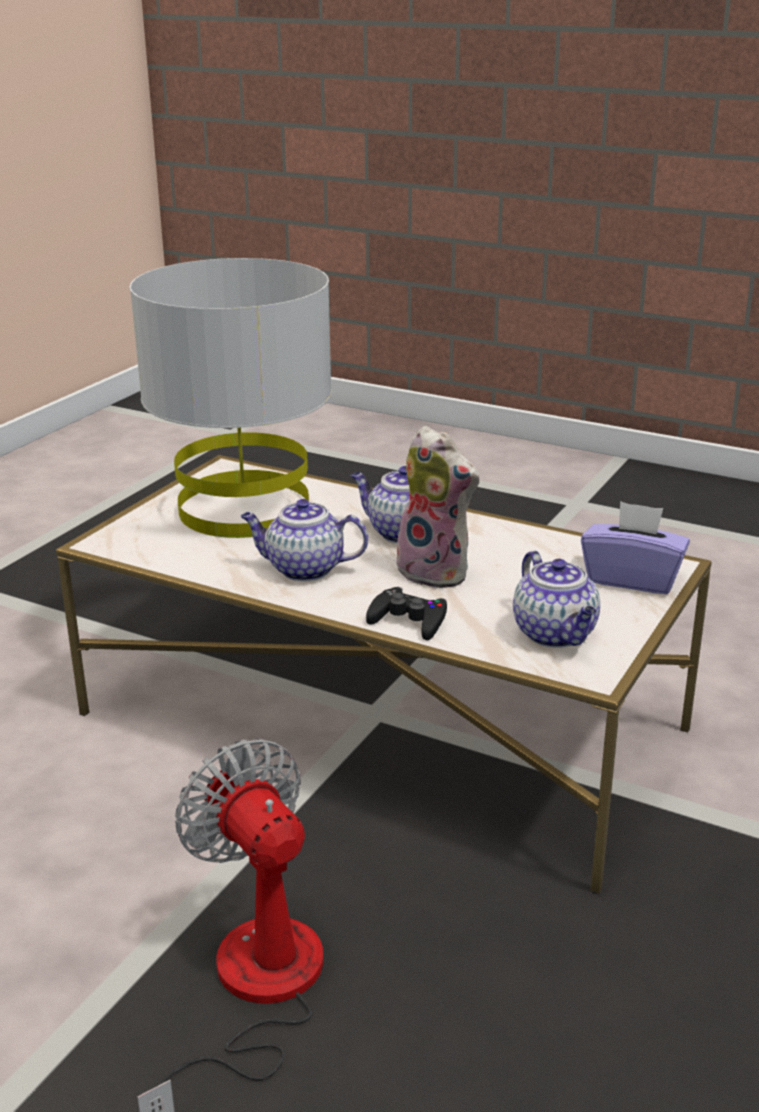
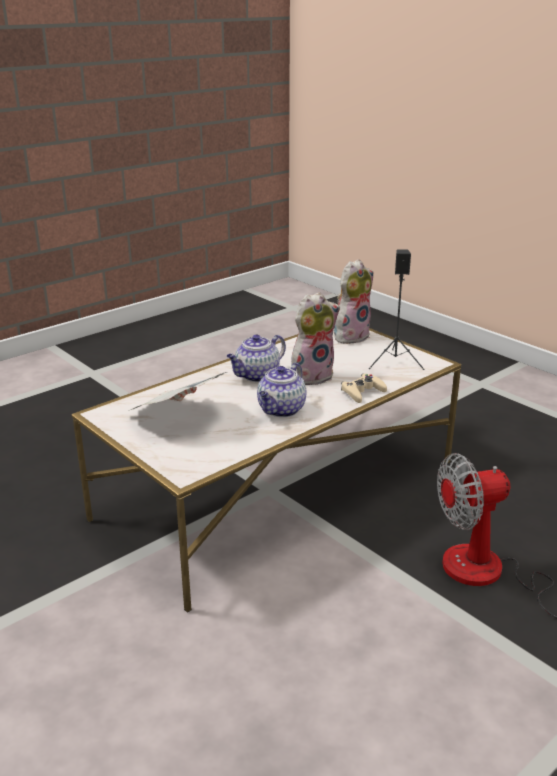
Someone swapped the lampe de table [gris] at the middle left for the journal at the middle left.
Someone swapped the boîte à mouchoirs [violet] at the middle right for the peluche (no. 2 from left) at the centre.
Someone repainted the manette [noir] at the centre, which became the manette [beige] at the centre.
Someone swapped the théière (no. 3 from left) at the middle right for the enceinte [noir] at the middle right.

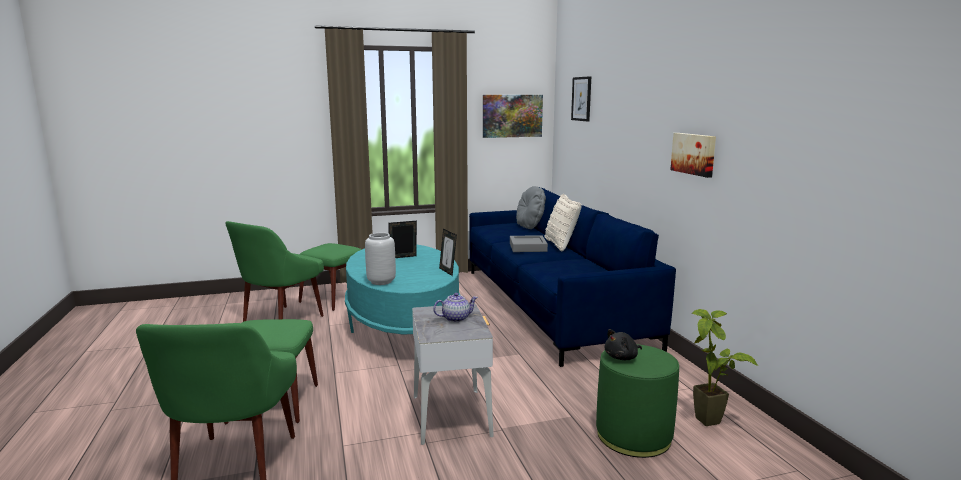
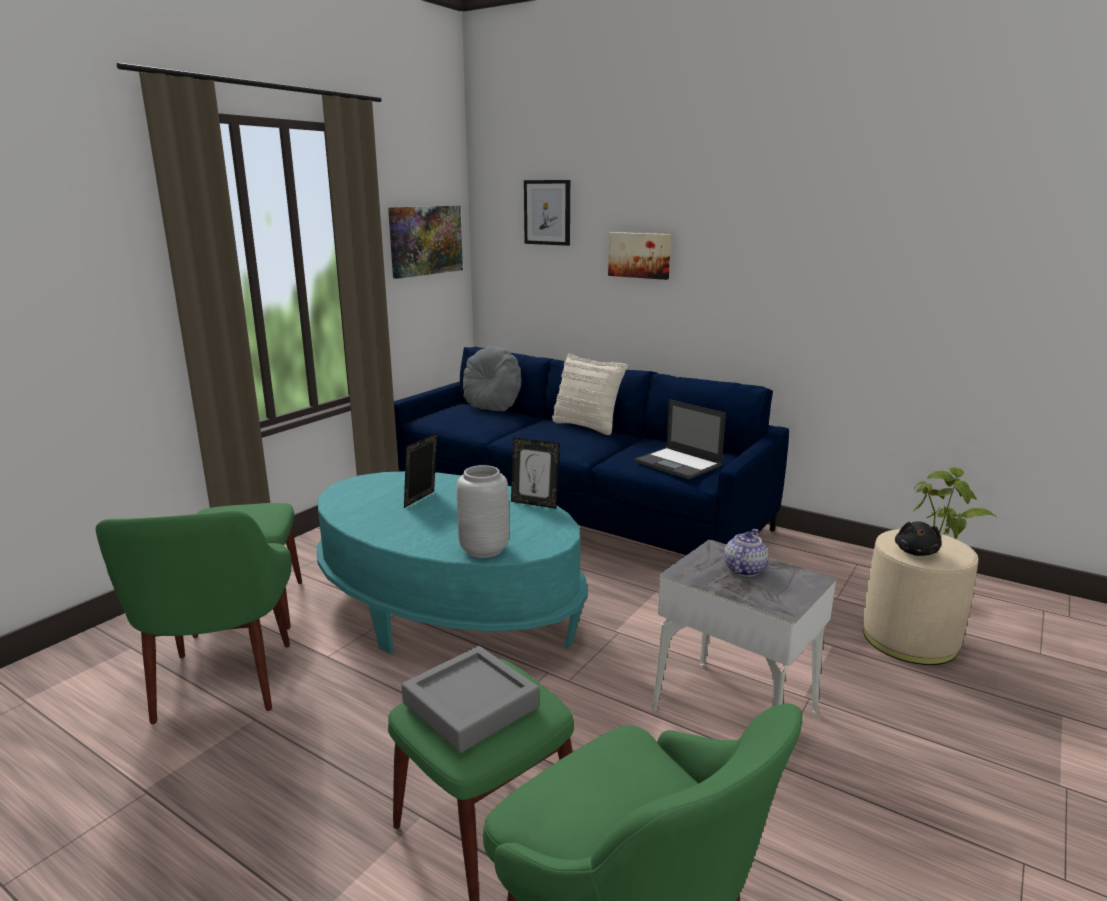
Someone carried the plateau [gris] from the centre to the bottom centre.
Someone carried the tableau (no. 3 from left) from the top right to the top centre.
Someone put down the ordinateur portable at the centre.
Someone repainted the pouf [vert] at the bottom centre, which became the pouf [beige] at the middle right.

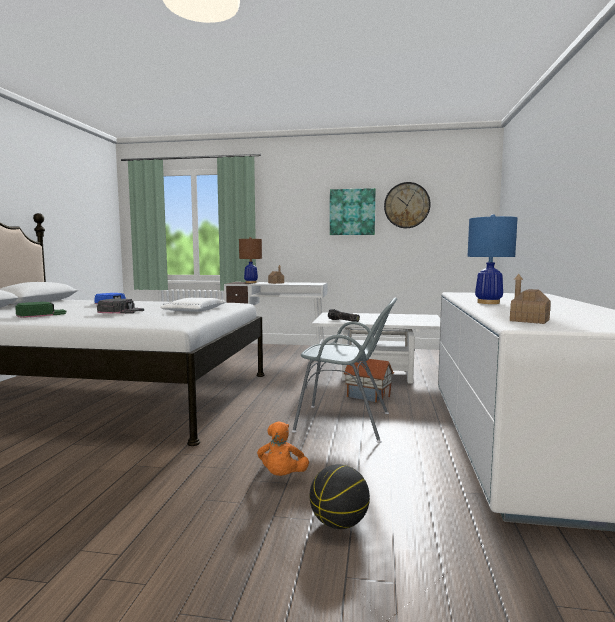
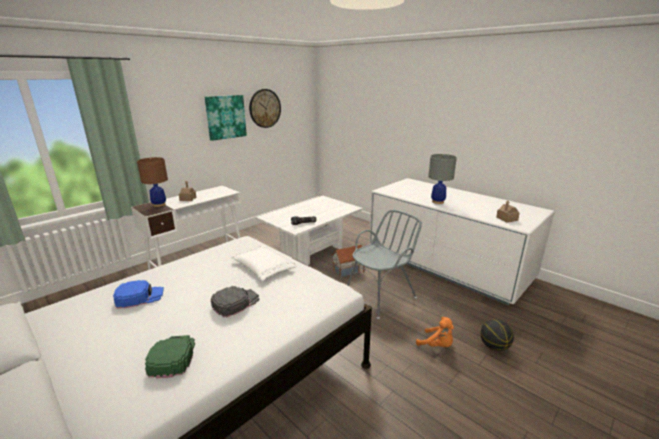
Someone repainted the lampe de table [bleu] at the middle right, which became the lampe de table [gris] at the middle right.

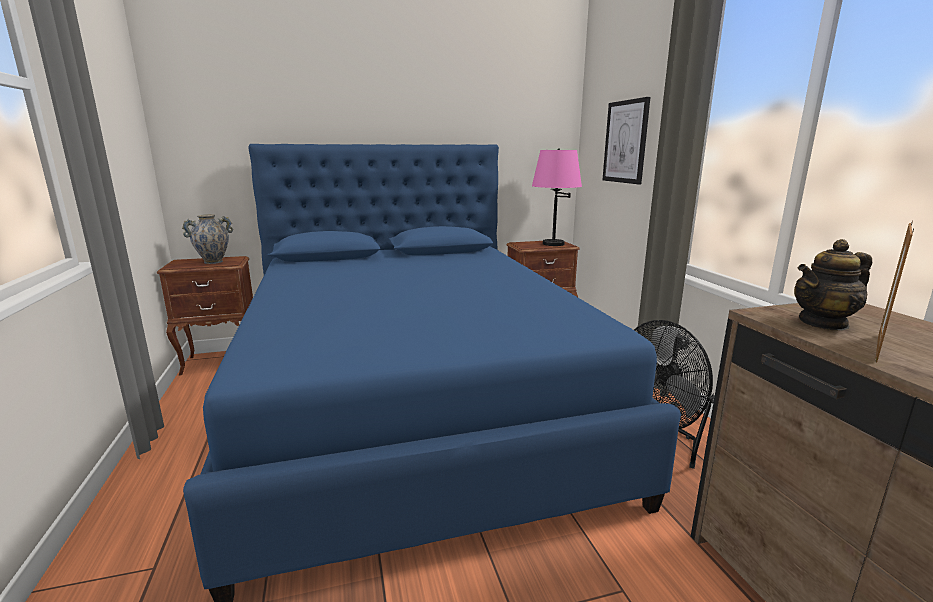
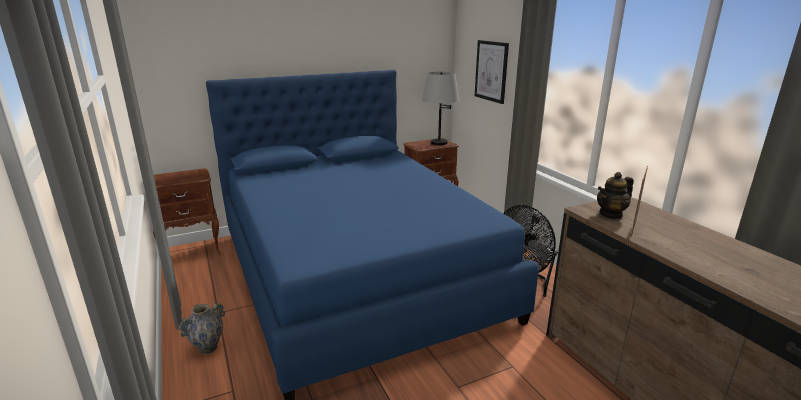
Someone carried the vase from the middle left to the bottom left.
Someone repainted the lampe de table [rose] at the top centre, which became the lampe de table [gris] at the top centre.

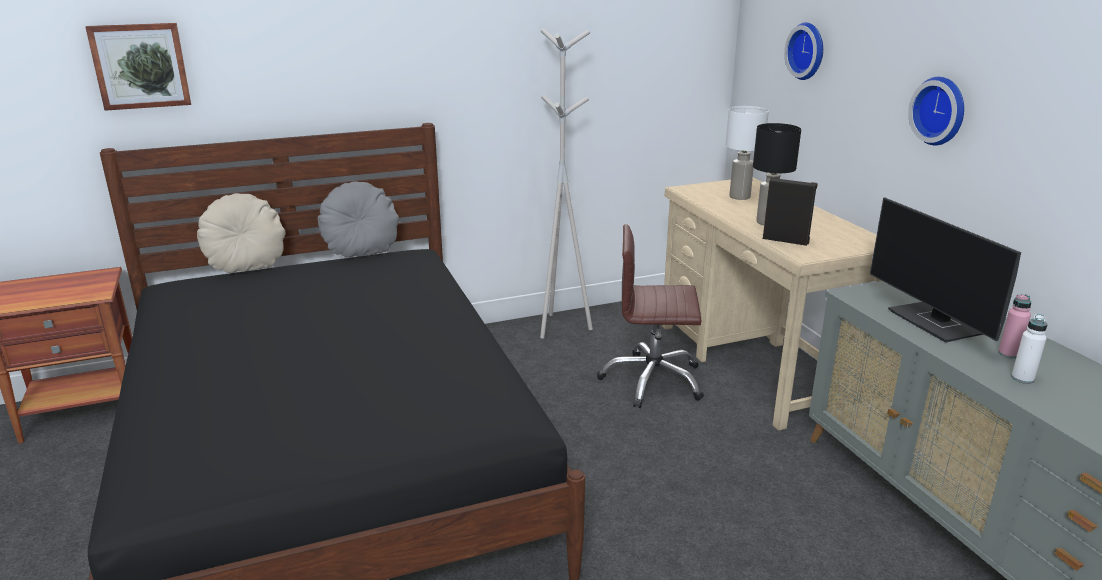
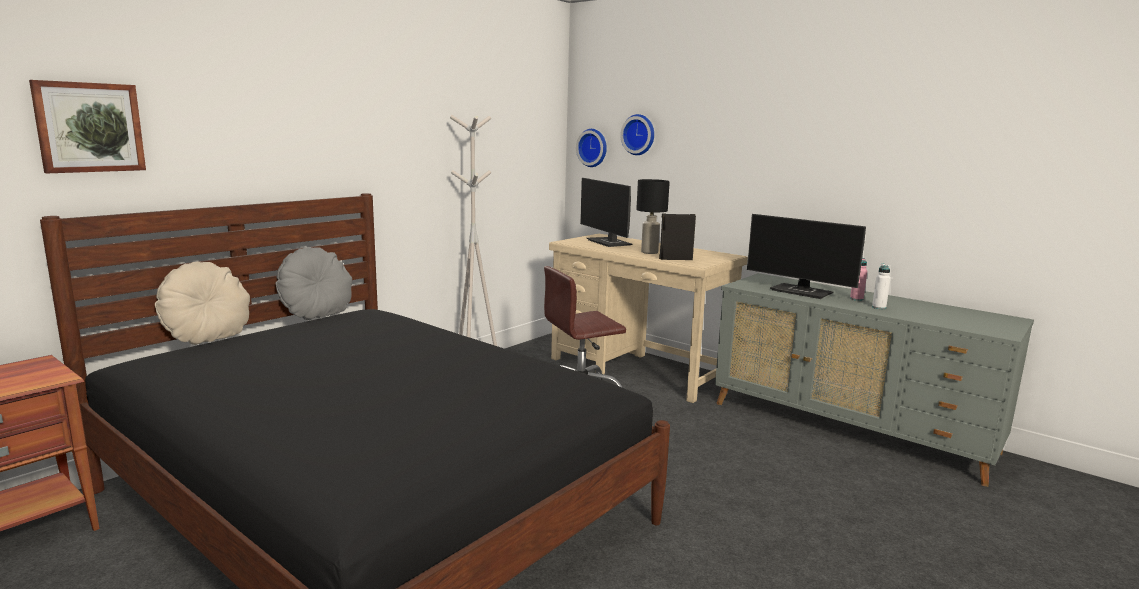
Someone carried the horloge murale (no. 2 from left in the first image) from the top right to the top centre.
Someone swapped the lampe de table [blanc] at the top right for the écran d'ordinateur (no. 1 from left) at the centre.

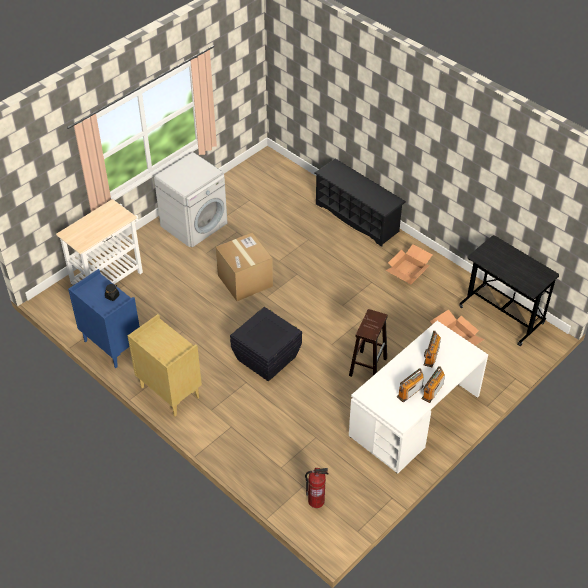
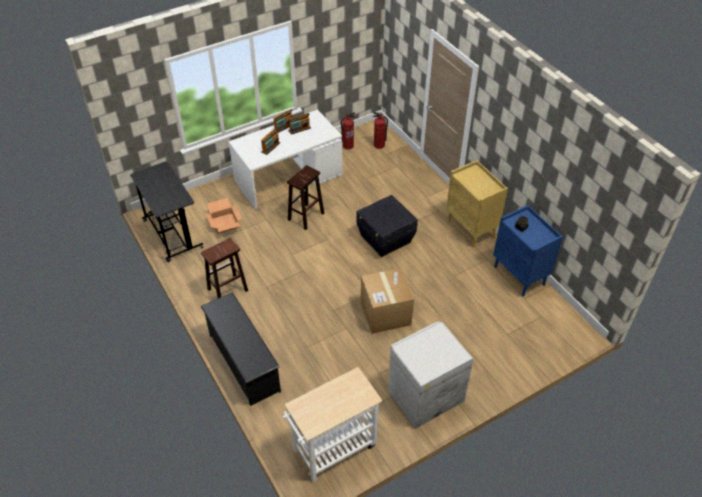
Someone swapped the carton (no. 2 from left) at the middle right for the tabouret [marron] (no. 1 from left) at the middle left.
Someone carried the chariot [blanc] from the middle left to the bottom centre.
Someone put down the extincteur (no. 1 from left) at the top centre.

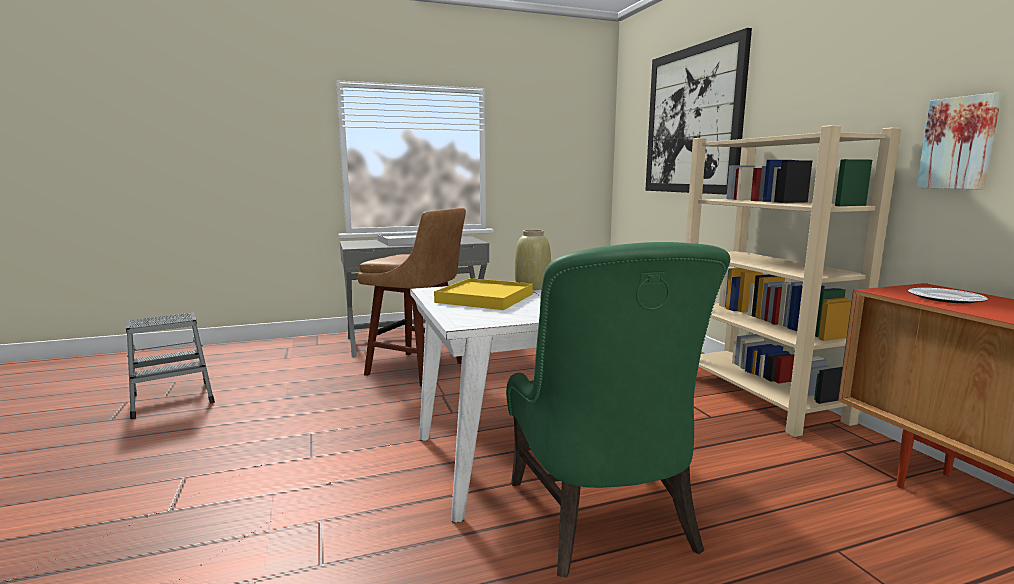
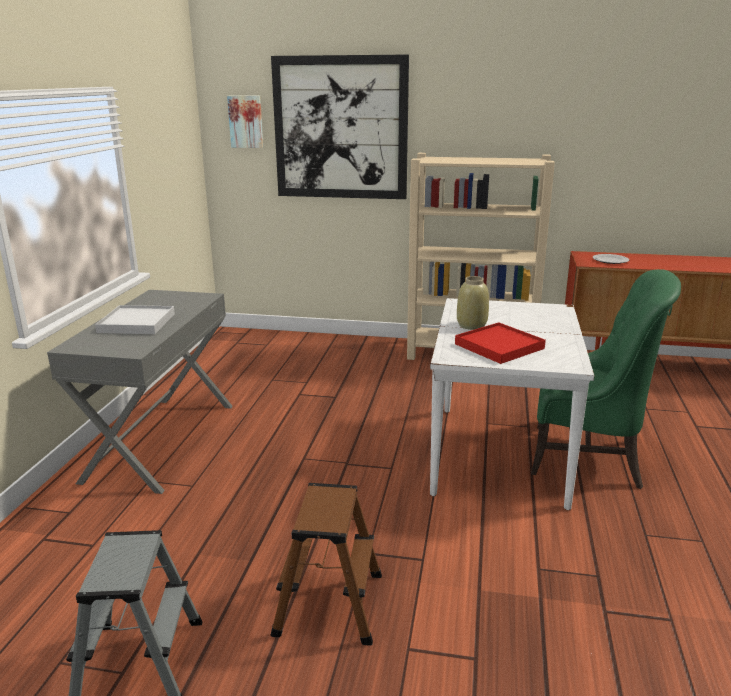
Someone carried the tableau (no. 2 from left in the first image) from the top right to the top centre.
Someone put down the escabeau [marron] at the bottom centre.
Someone repainted the plateau [jaune] at the centre, which became the plateau [rouge] at the middle right.
Someone took away the tabouret [marron] at the centre.

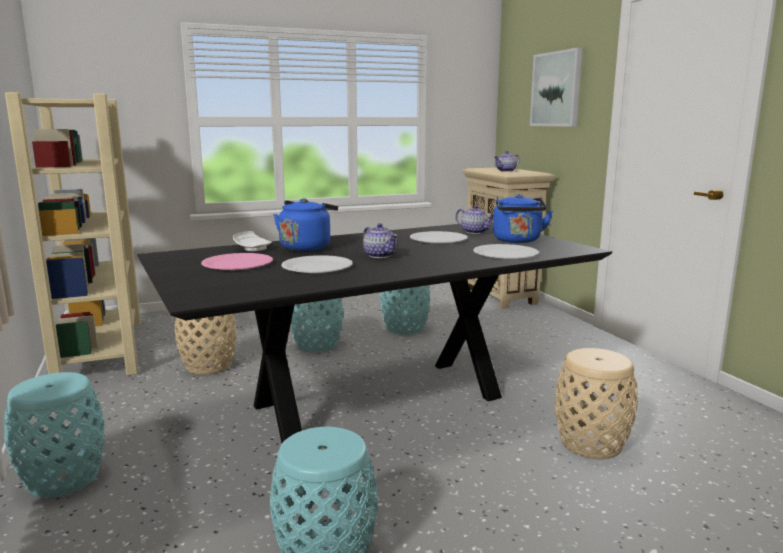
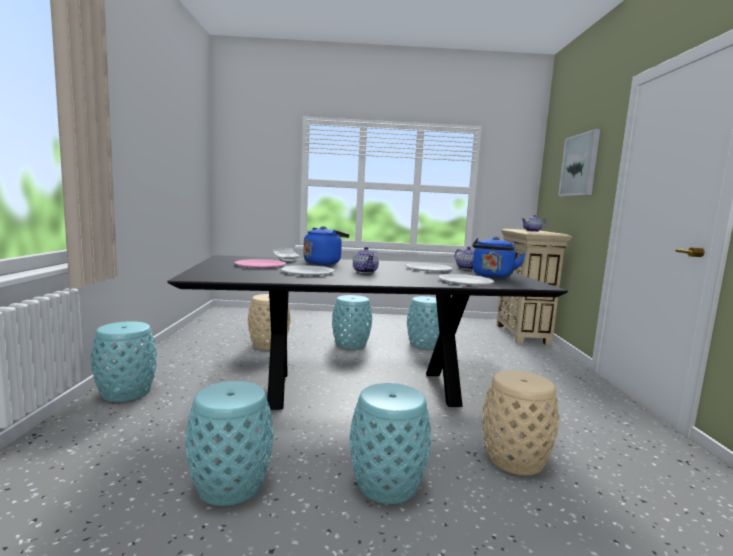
Someone put down the tabouret [turquoise] (no. 4 from left) at the bottom centre.
Someone took away the bibliothèque [beige] at the middle left.

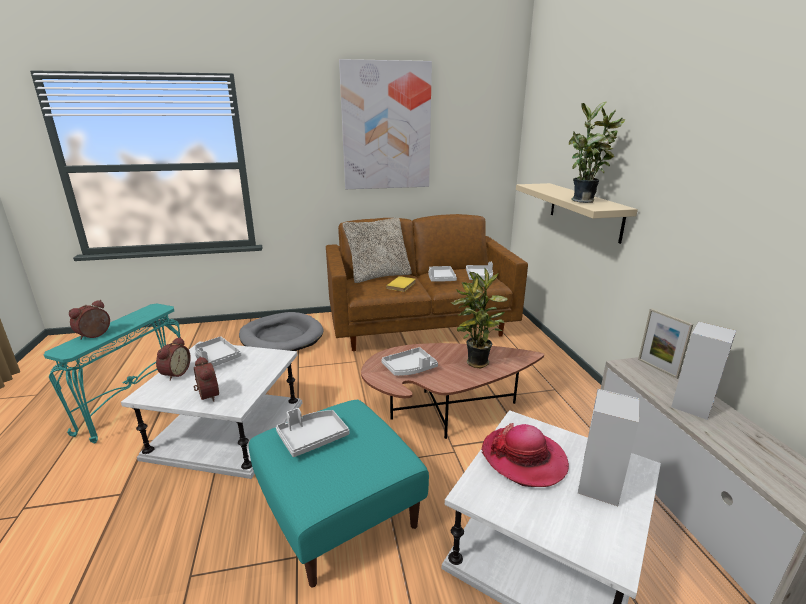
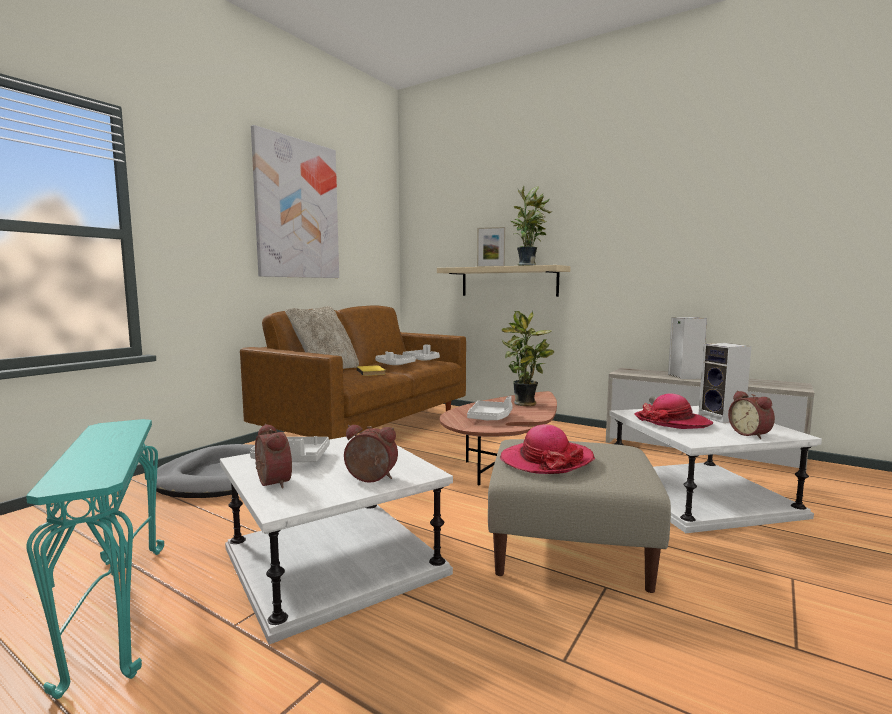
Someone carried the cadre photo from the middle right to the centre.
Someone repainted the pouf [turquoise] at the bottom centre, which became the pouf [beige] at the bottom centre.
Someone swapped the plateau [blanc] (no. 2 from left) at the bottom centre for the chapeau (no. 1 from left) at the centre.
Someone carried the réveil (no. 1 from left in the first image) from the middle left to the middle right.

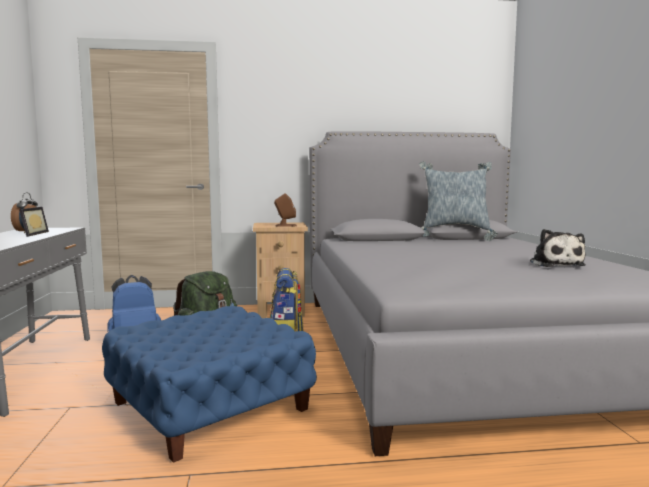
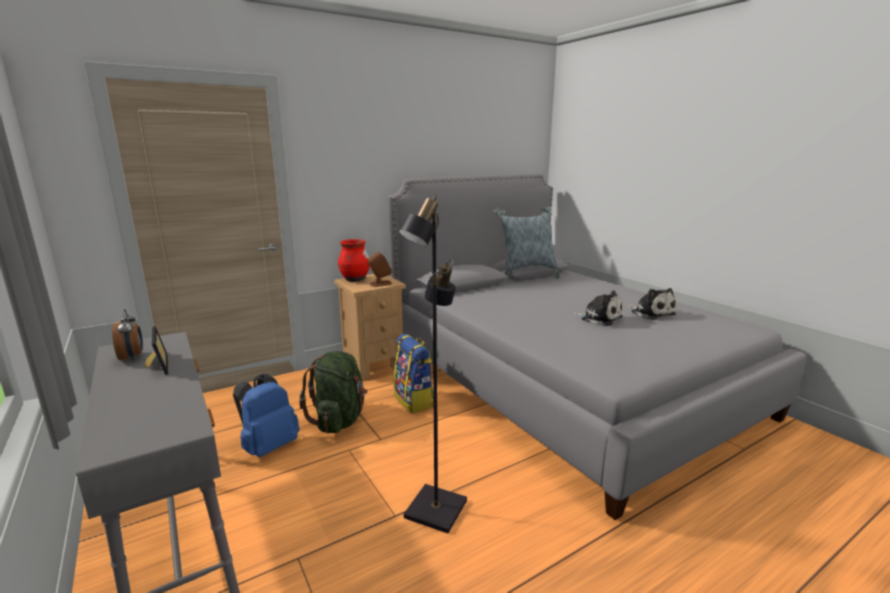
Someone put down the vase [rouge] at the centre.
Someone swapped the pouf [bleu] at the bottom left for the lampadaire [noir] at the centre.
Someone put down the peluche (no. 1 from left) at the middle right.

